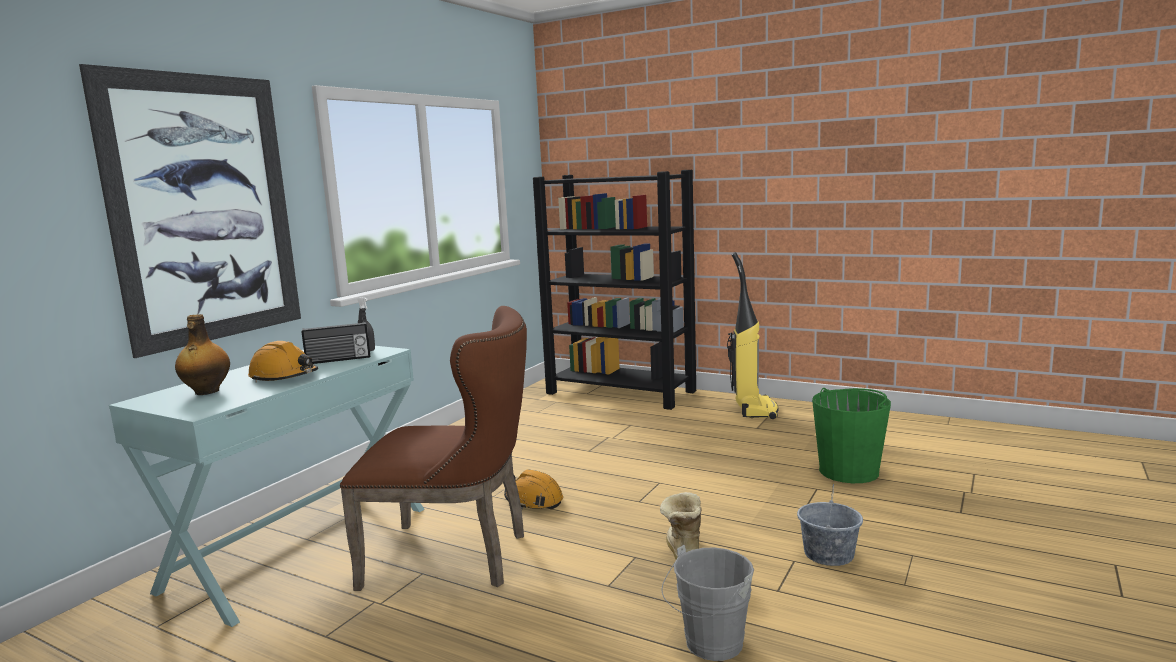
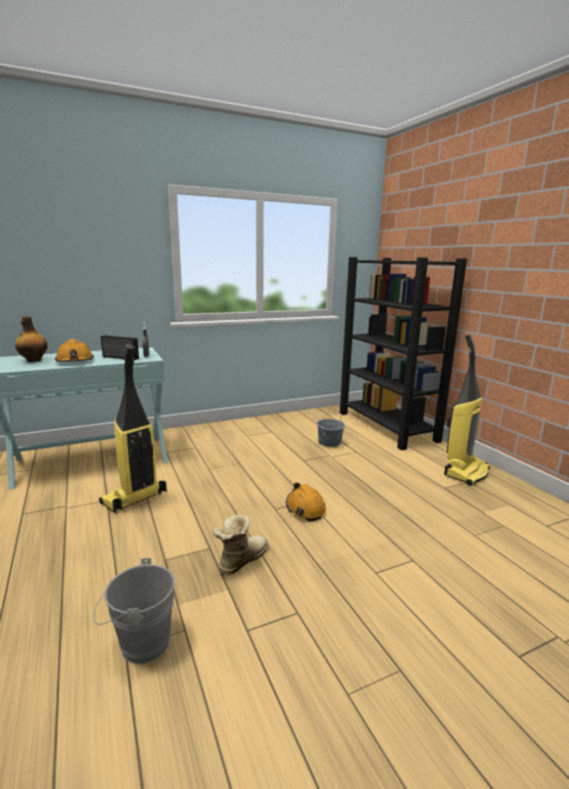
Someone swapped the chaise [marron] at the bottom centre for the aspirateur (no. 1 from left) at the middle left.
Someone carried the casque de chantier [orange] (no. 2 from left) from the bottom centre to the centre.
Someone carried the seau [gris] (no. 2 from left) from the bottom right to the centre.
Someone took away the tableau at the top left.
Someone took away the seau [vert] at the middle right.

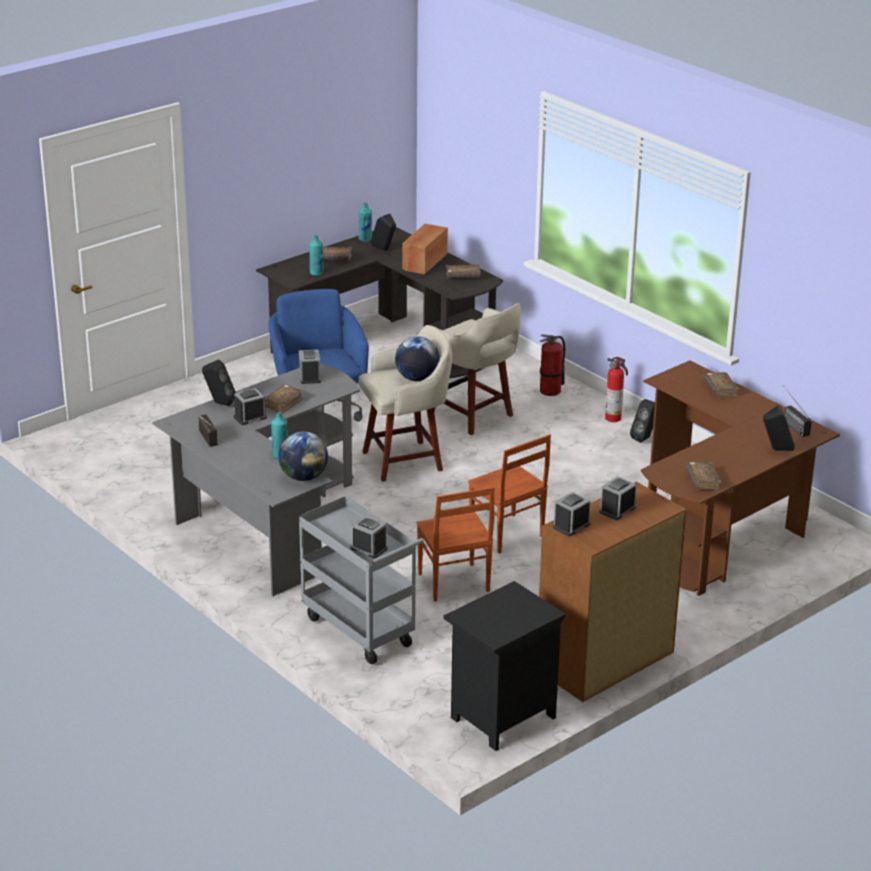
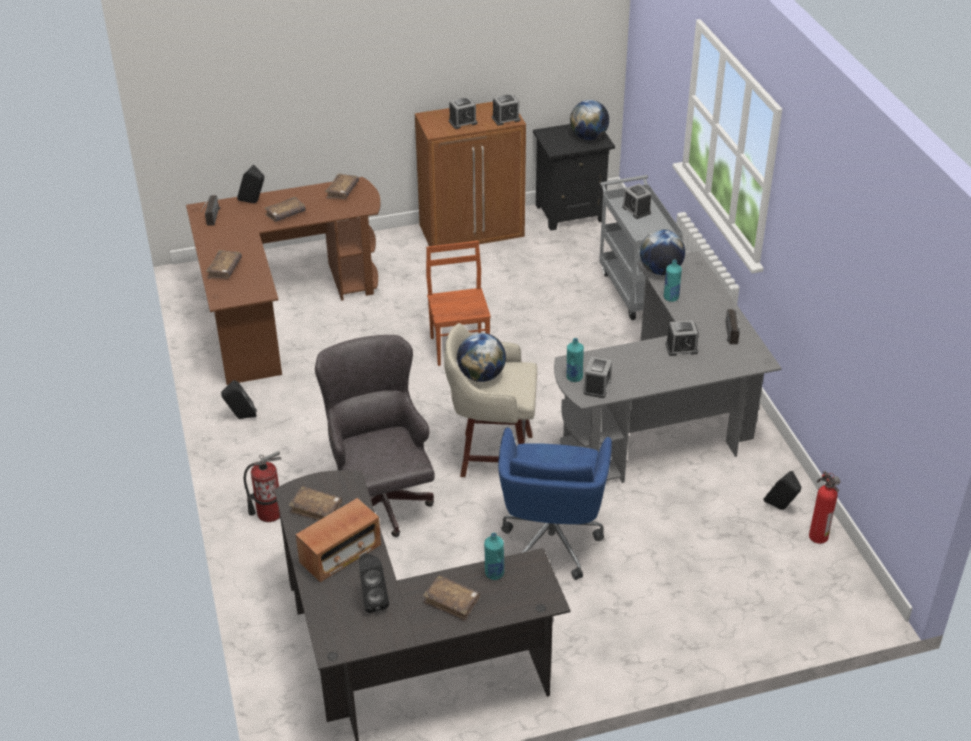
Someone carried the livre [marron] (no. 1 from left in the first image) from the middle left to the top left.
Someone swapped the tabouret [beige] (no. 2 from left) at the centre for the chaise de bureau [gris] at the centre.
Someone carried the bouteille [turquoise] (no. 3 from left in the first image) from the top centre to the centre.
Someone put down the globe (no. 2 from left) at the top centre.
Someone carried the enceinte [noir] (no. 1 from left in the first image) from the middle left to the middle right.
Someone carried the extincteur (no. 2 from left) from the middle right to the bottom right.
Someone took away the chaise [marron] (no. 1 from left) at the centre.

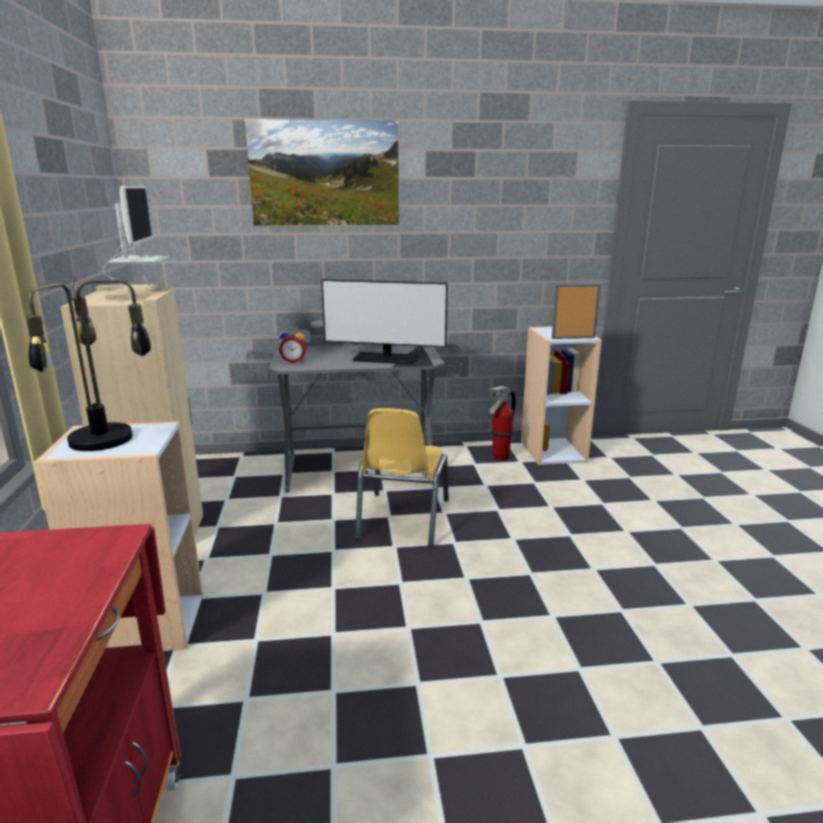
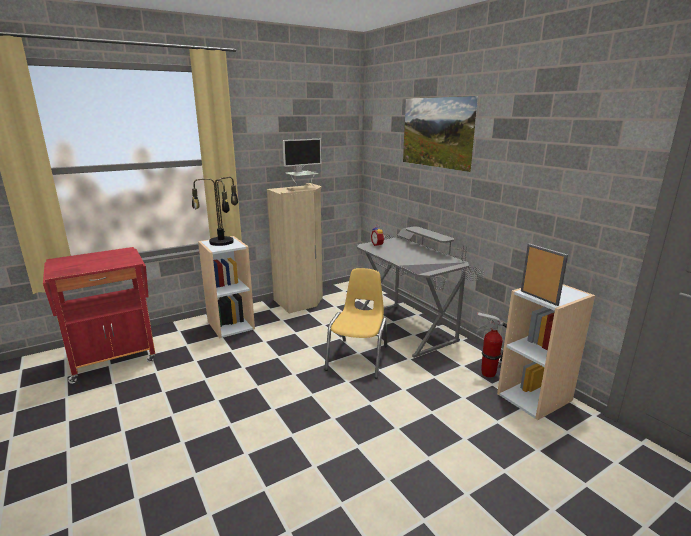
Someone rotated the chaise [jaune] at the centre by 120 degrees clockwise.
Someone took away the écran d'ordinateur (no. 2 from left) at the centre.

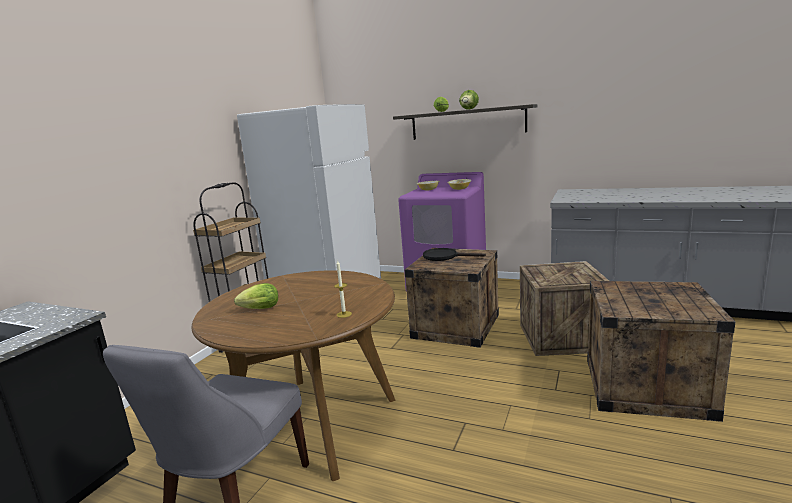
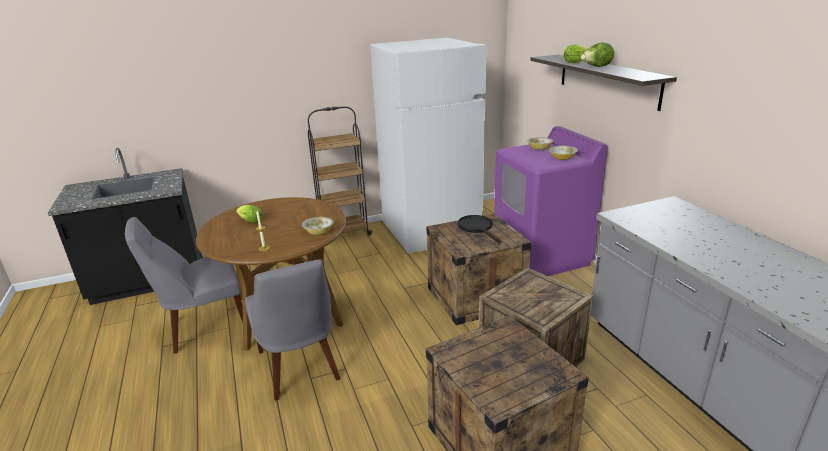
Someone put down the chaise [gris] (no. 2 from left) at the bottom centre.
Someone put down the bol (no. 1 from left) at the centre.

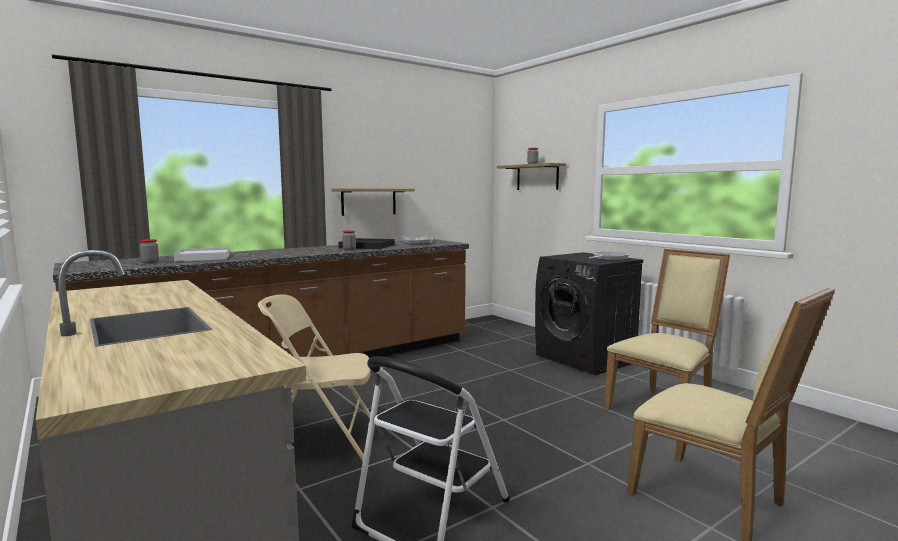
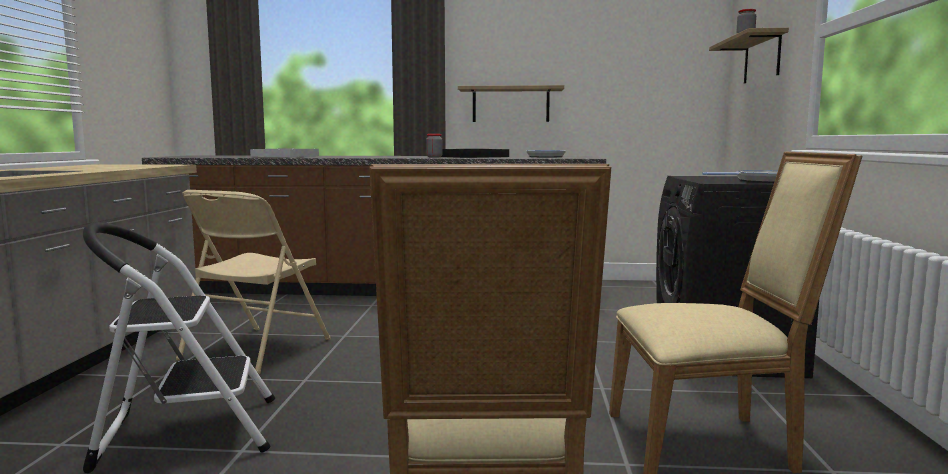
Someone rotated the chaise [beige] (no. 1 from left) at the bottom centre by 105 degrees counterclockwise.
Someone took away the bocal (no. 1 from left) at the middle left.

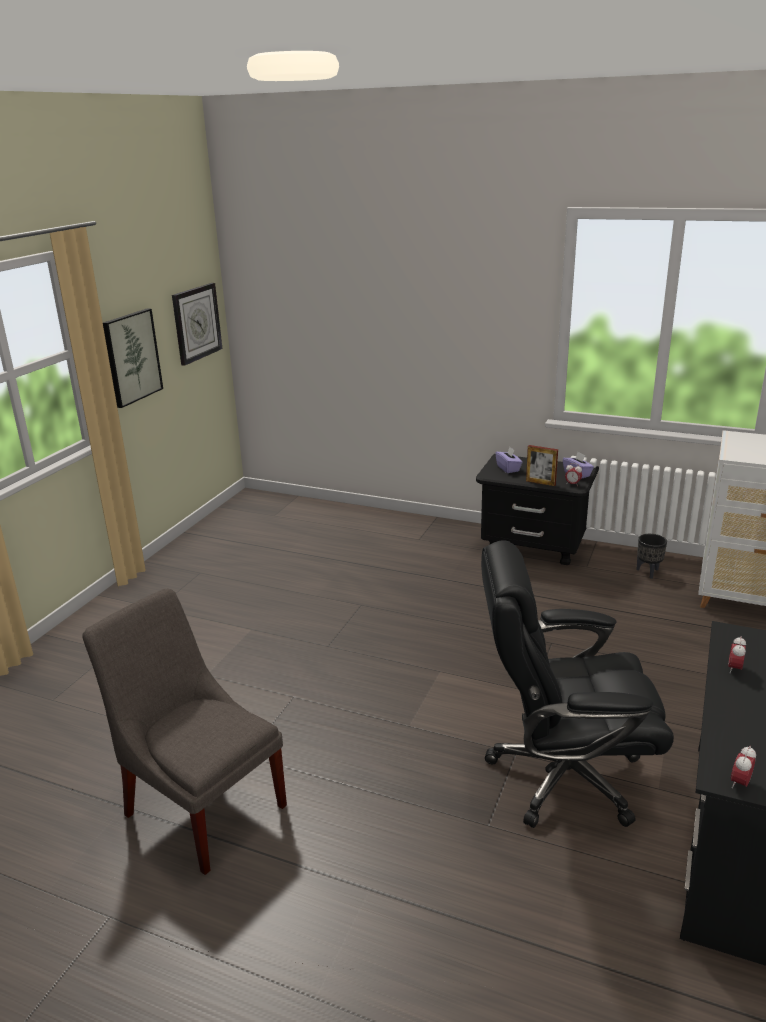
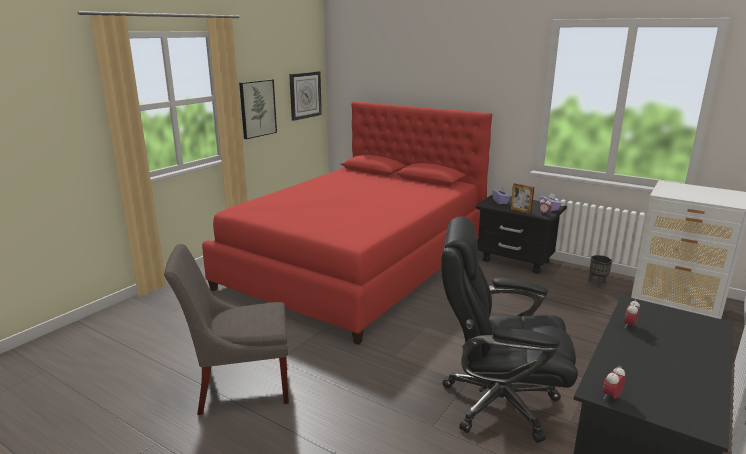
Someone rotated the chaise [gris] at the bottom left by 60 degrees counterclockwise.
Someone put down the lit [rouge] at the centre.

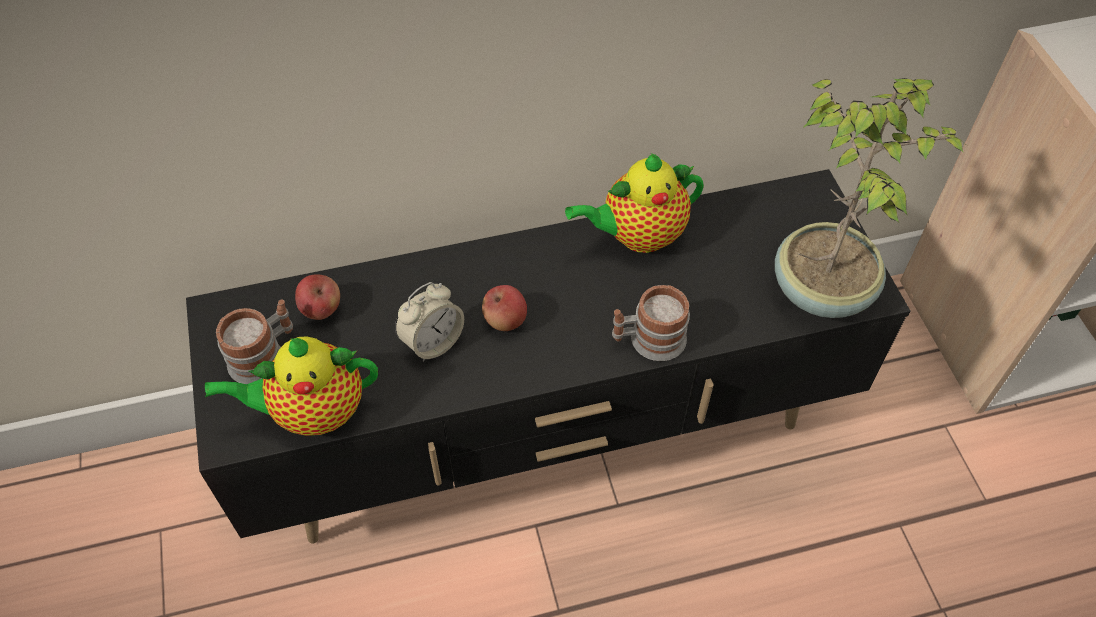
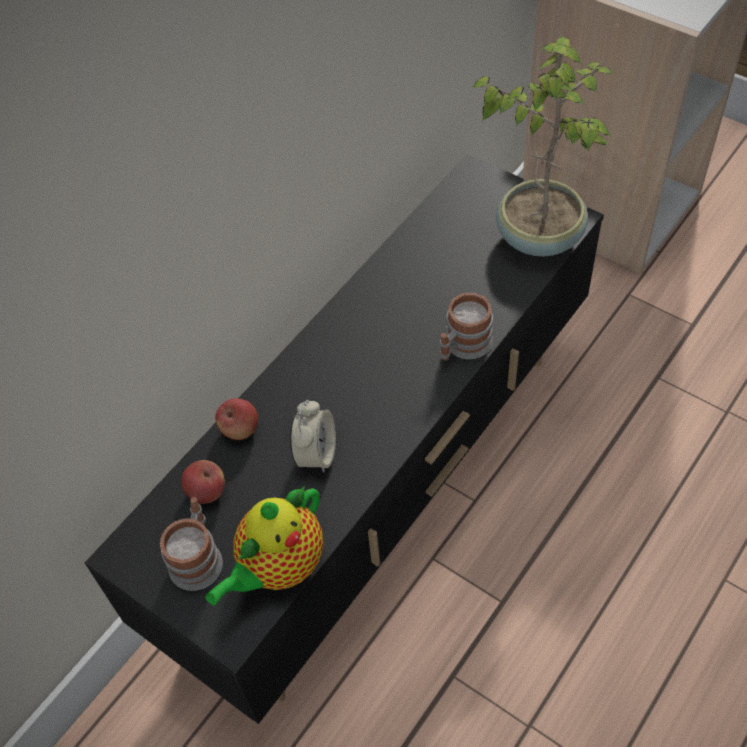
Someone carried the pomme (no. 2 from left) from the centre to the middle left.
Someone took away the théière (no. 2 from left) at the top centre.

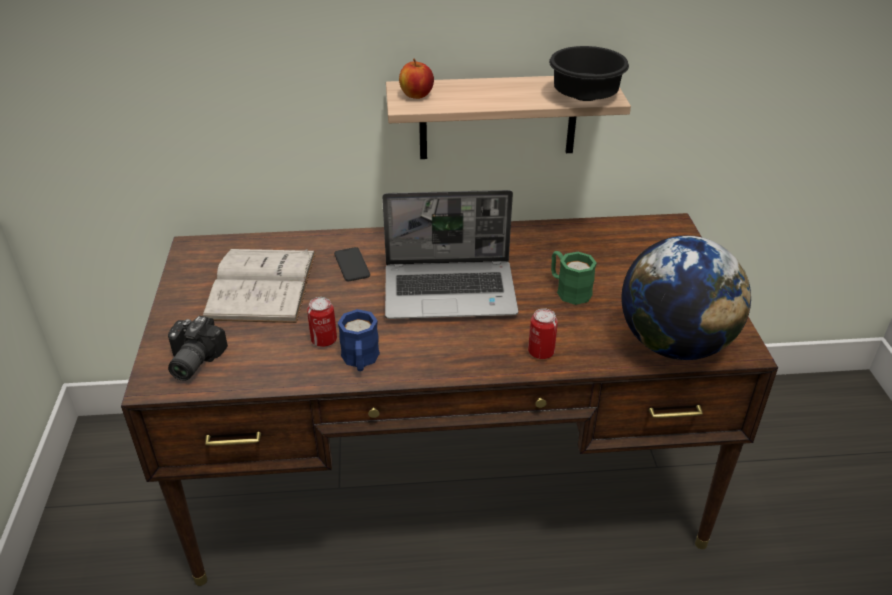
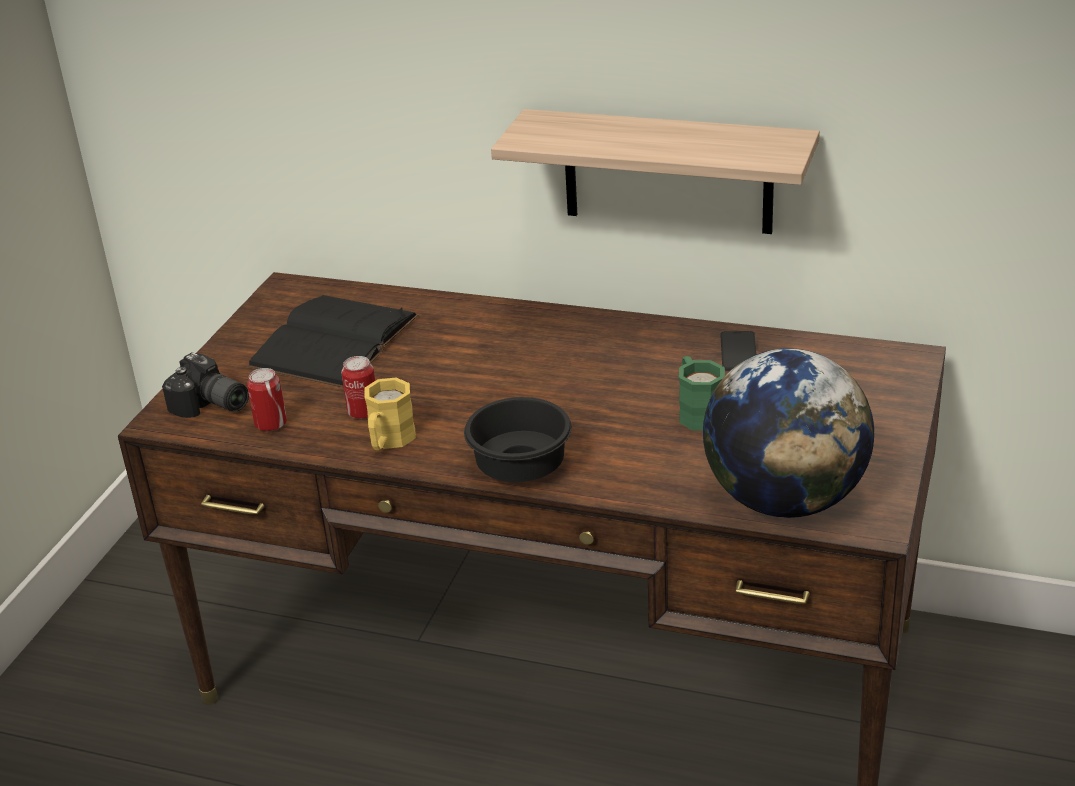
Someone rotated the appareil photo at the middle left by 90 degrees counterclockwise.
Someone repainted the livre [blanc] at the middle left, which became the livre [noir] at the middle left.
Someone carried the boîte métallique (no. 2 from left in the first image) from the centre to the middle left.
Someone repainted the mug [bleu] at the centre, which became the mug [jaune] at the centre.
Someone carried the bol [noir] from the top centre to the centre.
Someone carried the téléphone from the centre to the middle right.
Someone took away the ordinateur portable at the centre.
Someone took away the pomme at the top centre.

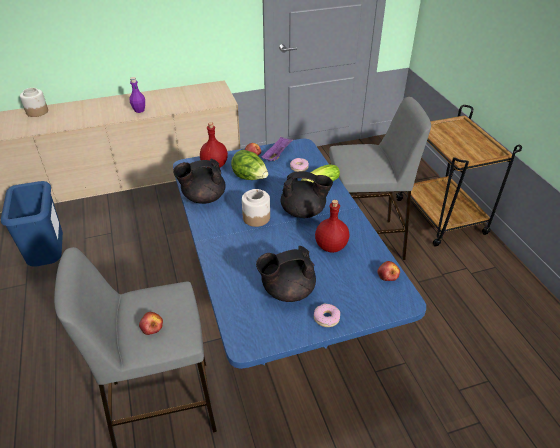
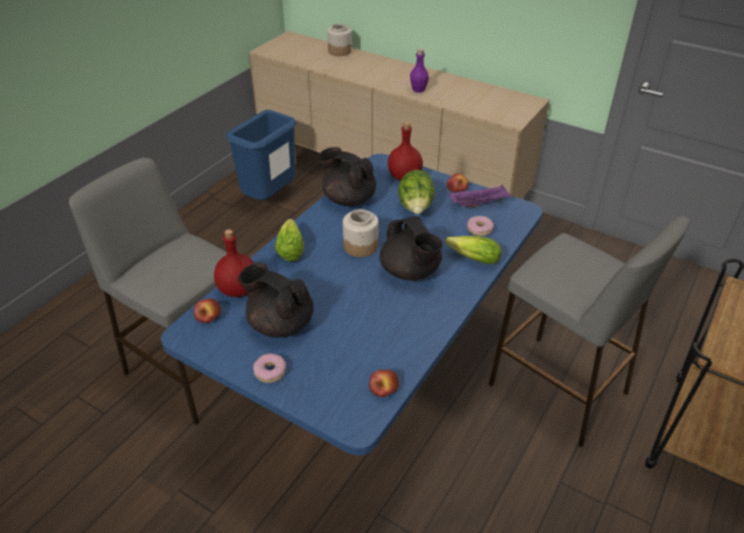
Someone carried the pomme (no. 1 from left) from the bottom left to the middle left.
Someone carried the bouteille [rouge] (no. 2 from left in the first image) from the centre to the middle left.
Someone put down the laitue (no. 1 from left) at the centre.

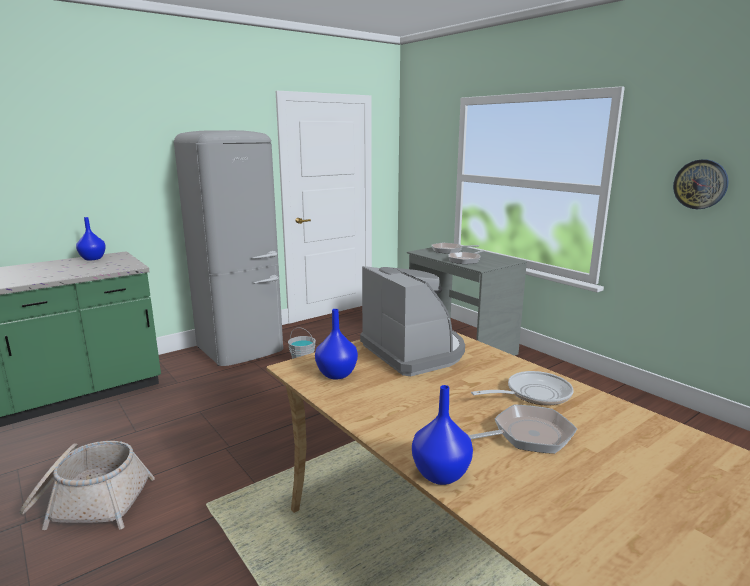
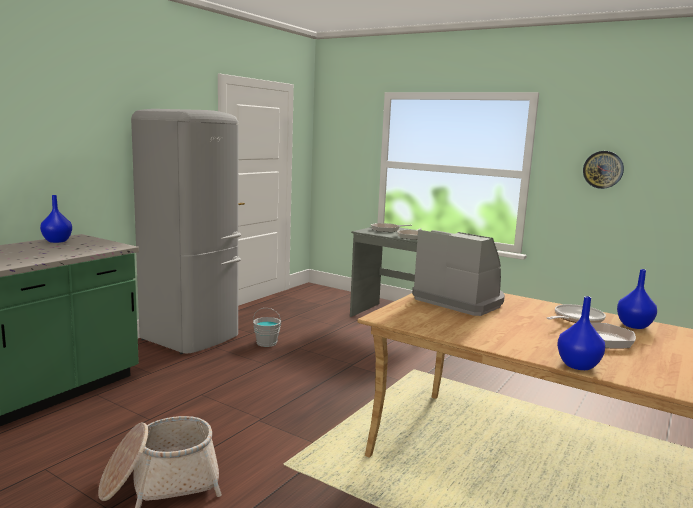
Someone carried the vase [bleu] (no. 2 from left in the first image) from the centre to the middle right.

